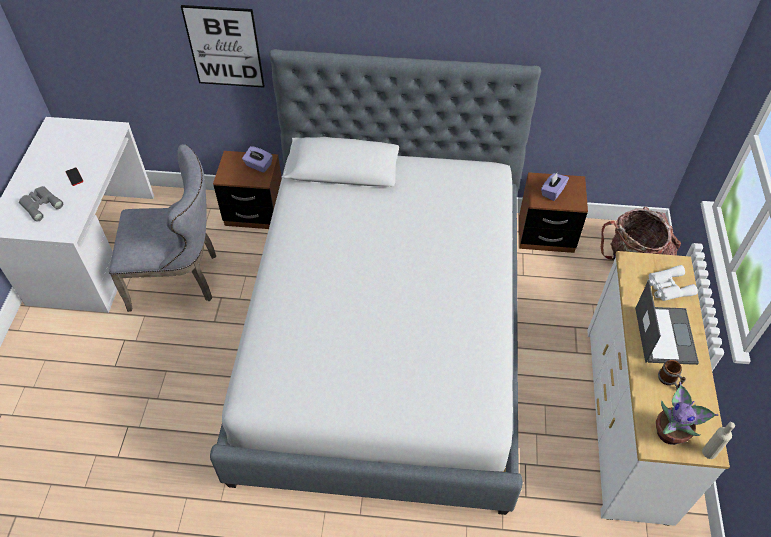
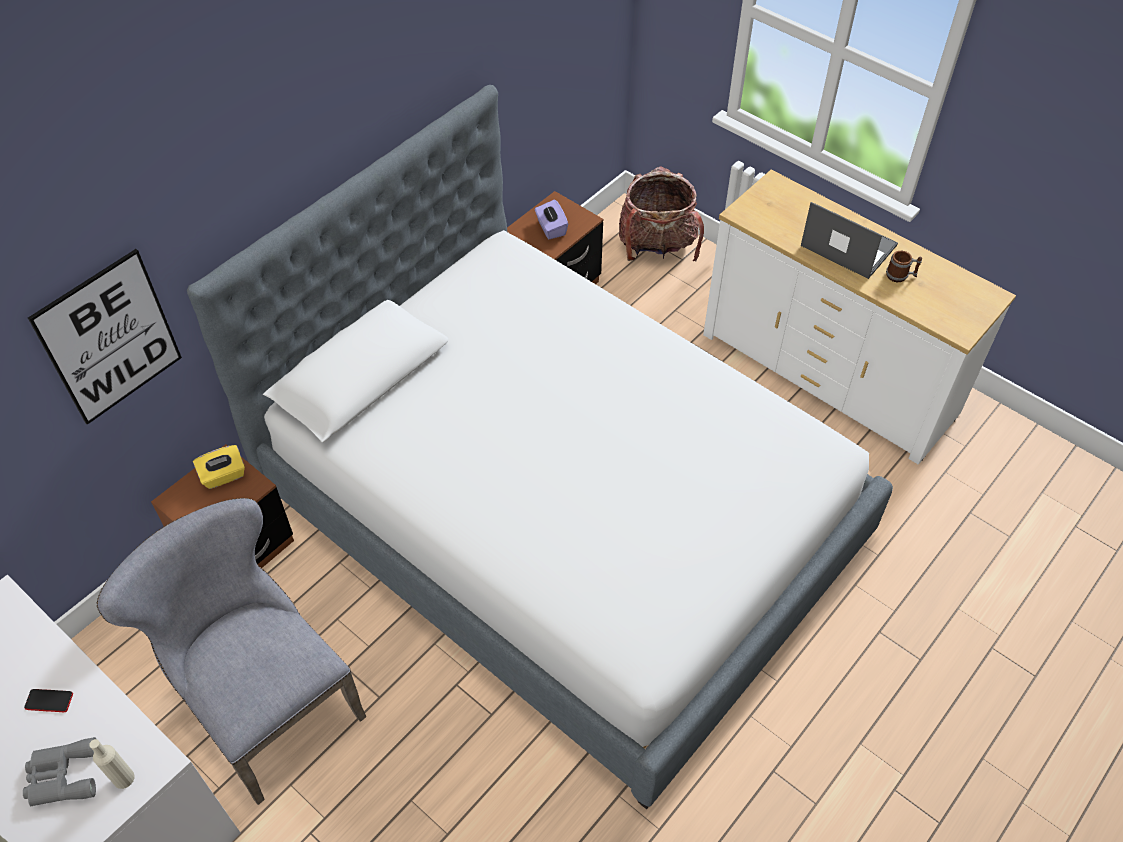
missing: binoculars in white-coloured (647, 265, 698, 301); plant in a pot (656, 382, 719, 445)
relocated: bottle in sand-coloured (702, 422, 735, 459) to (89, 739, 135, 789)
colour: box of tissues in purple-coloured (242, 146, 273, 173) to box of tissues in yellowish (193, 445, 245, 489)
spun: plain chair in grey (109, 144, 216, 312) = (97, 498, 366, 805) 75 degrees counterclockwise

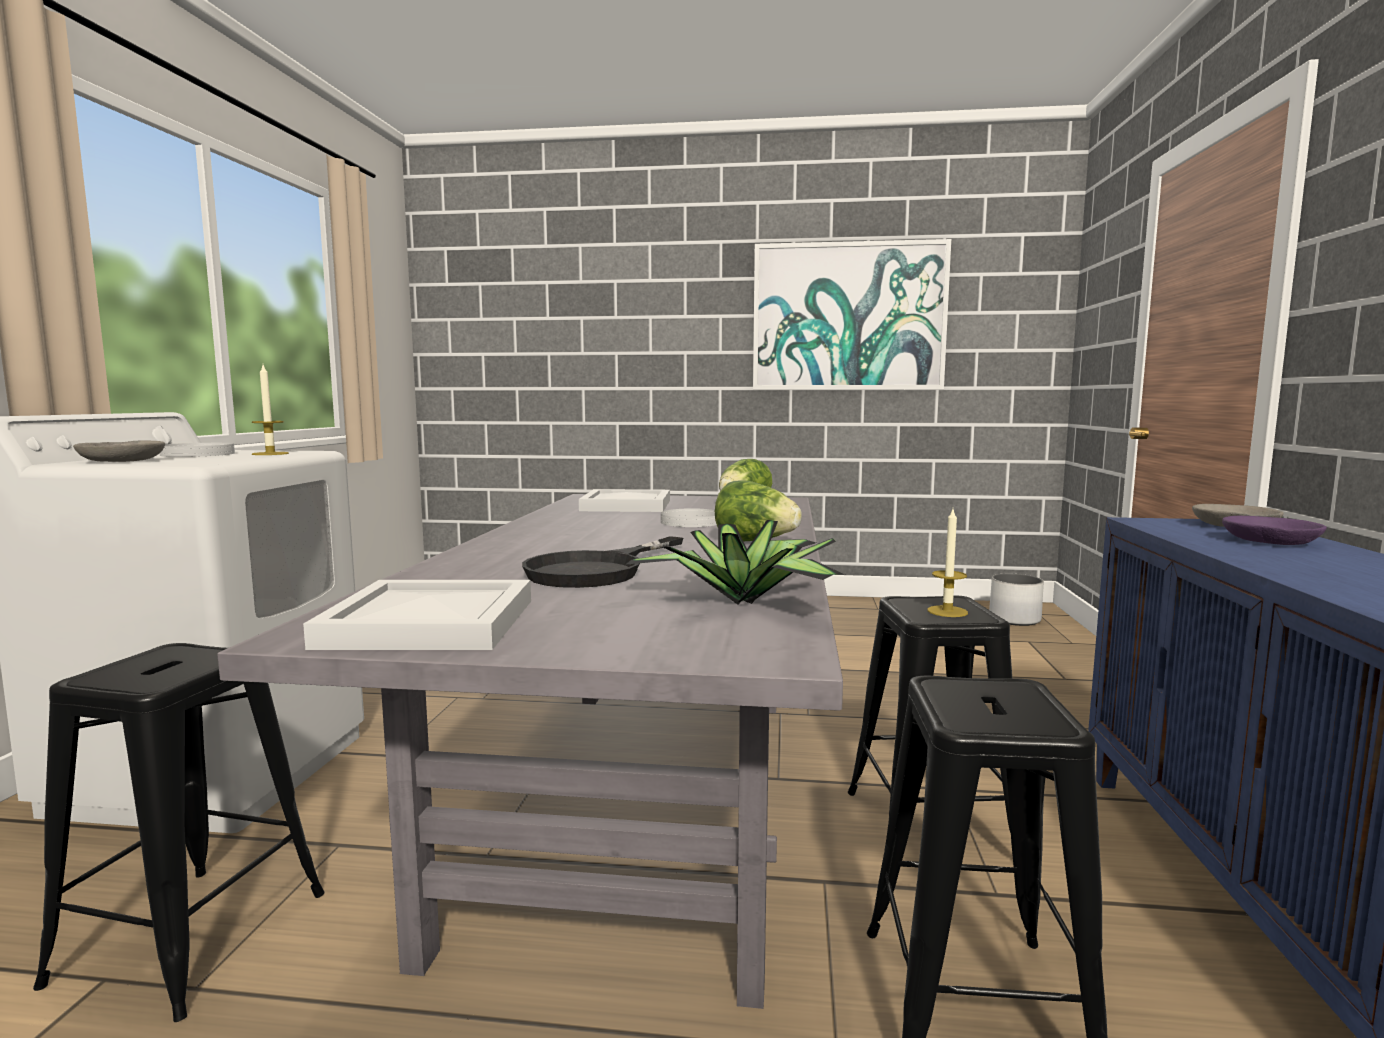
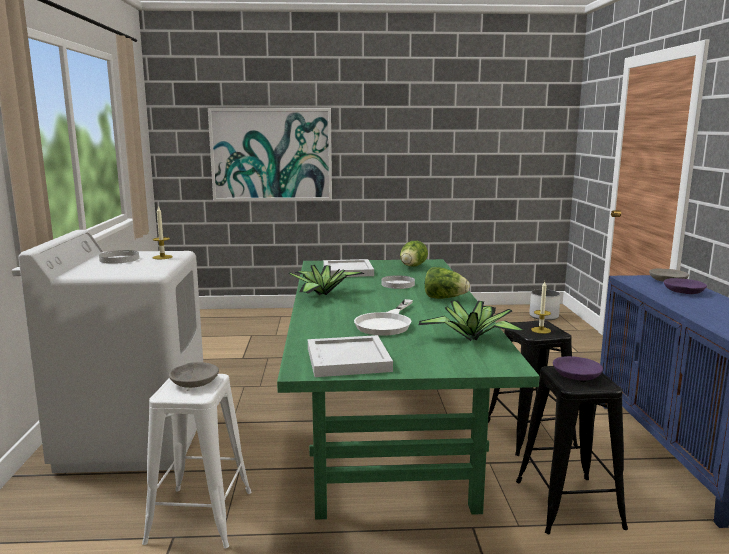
appeared: plant in a pot (288, 265, 364, 295); serving bowl in purple-coloured (553, 356, 603, 380)
relocated: wall art (753, 239, 951, 390) to (208, 108, 332, 201); serving bowl in grey (73, 440, 165, 462) to (169, 362, 219, 388)
colour: kitchen table in grey (217, 494, 843, 1009) to kitchen table in green-coloured (277, 259, 540, 520); skillet in black-coloured (522, 536, 683, 588) to skillet in white-coloured (354, 299, 413, 336); stool seat in black-coloured (33, 643, 325, 1022) to stool seat in white-coloured (142, 374, 251, 548)

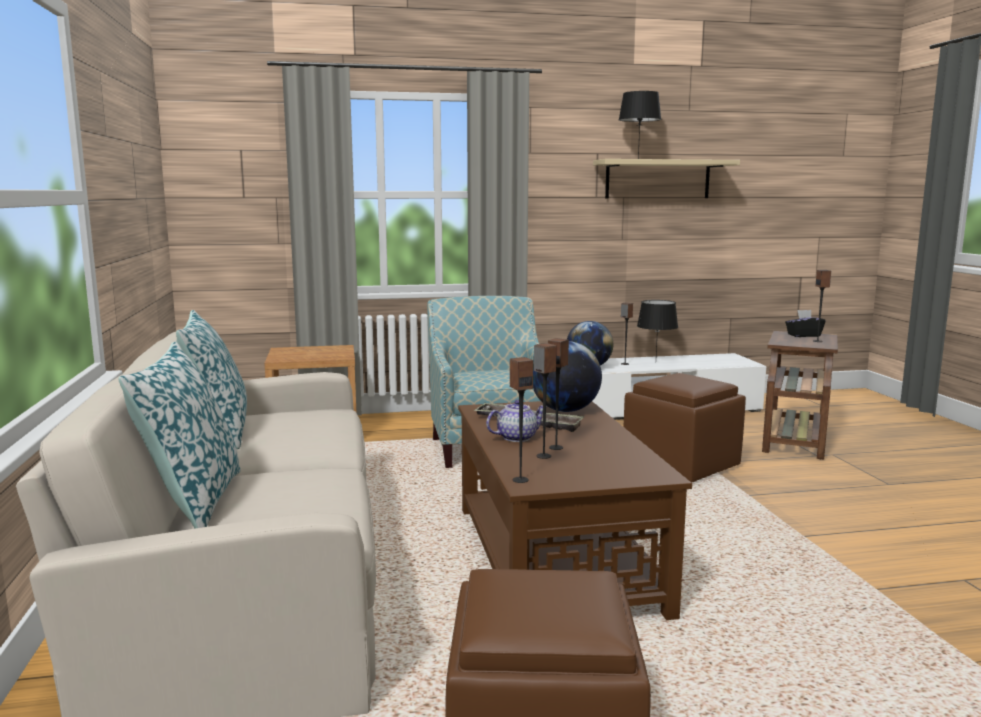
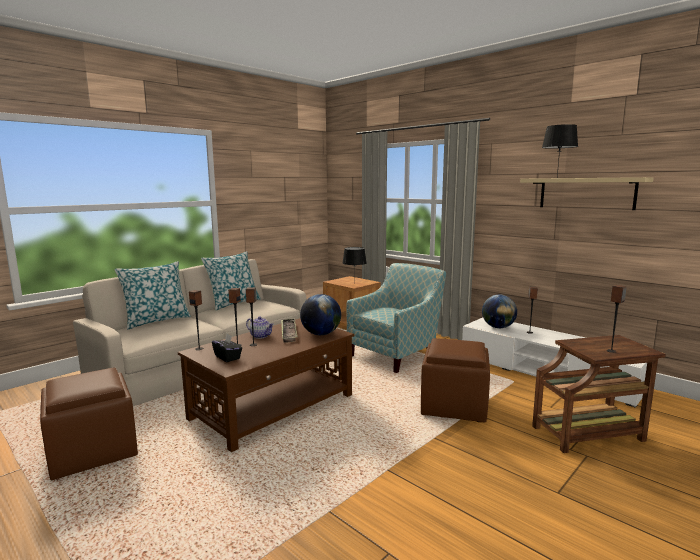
relocated: lamp for a table in black-coloured (637, 300, 678, 355) to (343, 247, 367, 285); box of tissues in black-coloured (785, 310, 826, 337) to (212, 334, 242, 362)

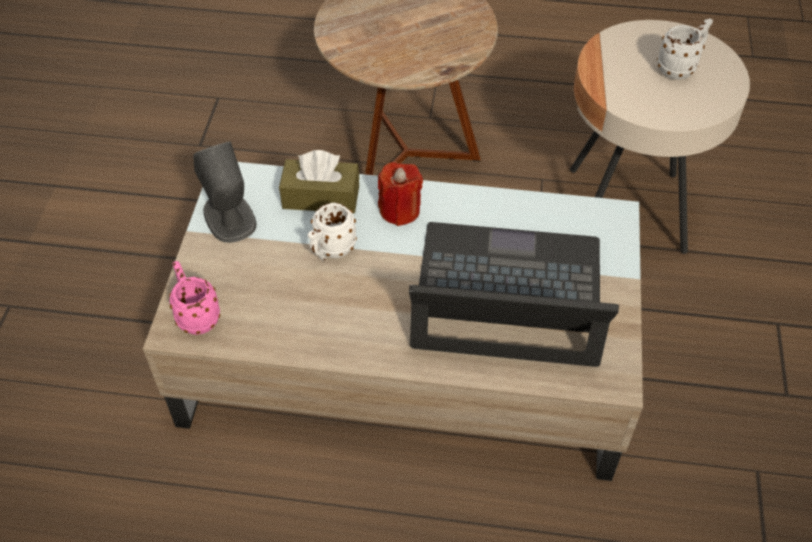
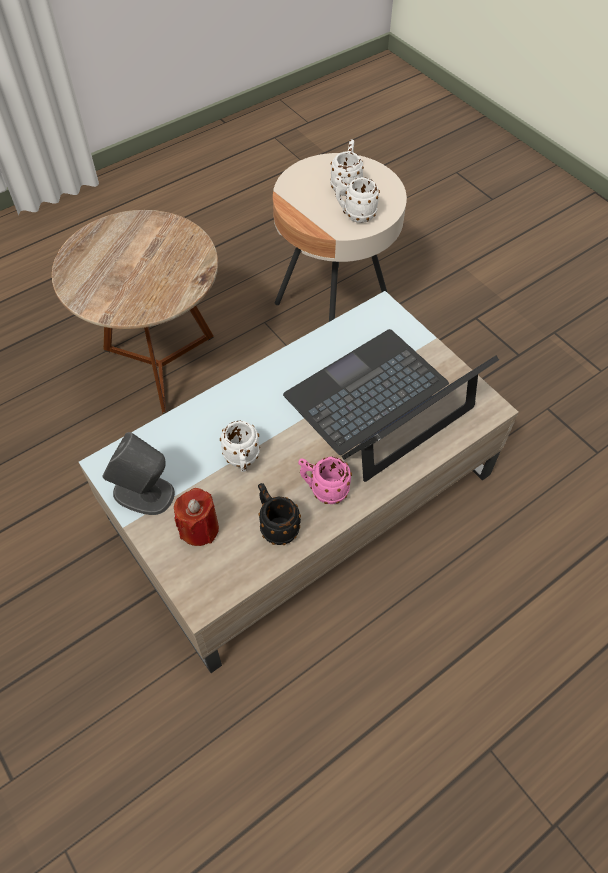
missing: box of tissues in brownish (279, 150, 359, 213)
appeared: tea mug in white-coloured (335, 177, 380, 223); tea mug in black-coloured (258, 483, 301, 545)
relocated: wax candle in red (378, 162, 423, 226) to (174, 488, 219, 546); tea mug in pink-coloured (169, 261, 220, 335) to (298, 457, 352, 504)

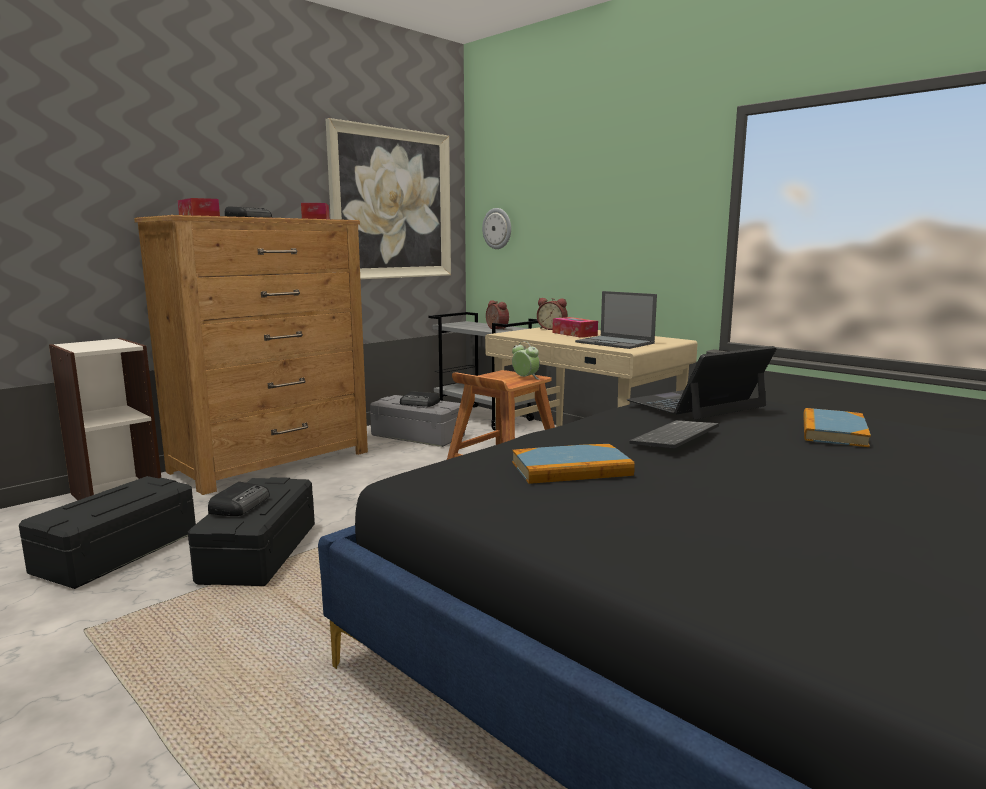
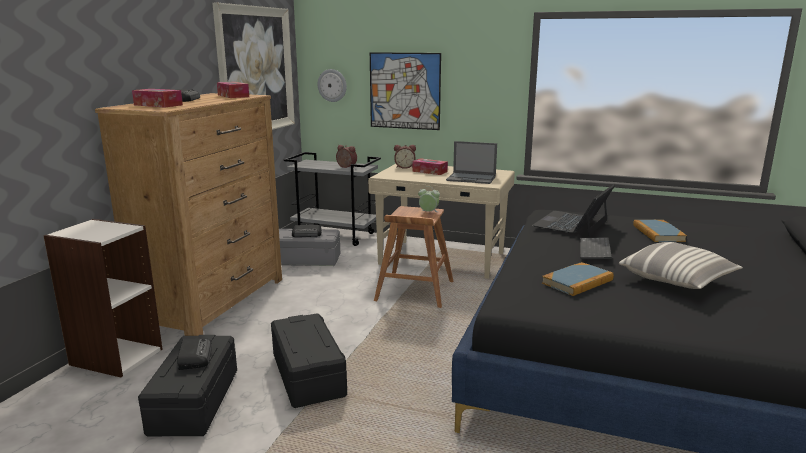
appeared: wall art (370, 52, 441, 130); pillow (619, 242, 743, 289)
relocated: radio set (208, 482, 270, 516) to (177, 338, 212, 370)

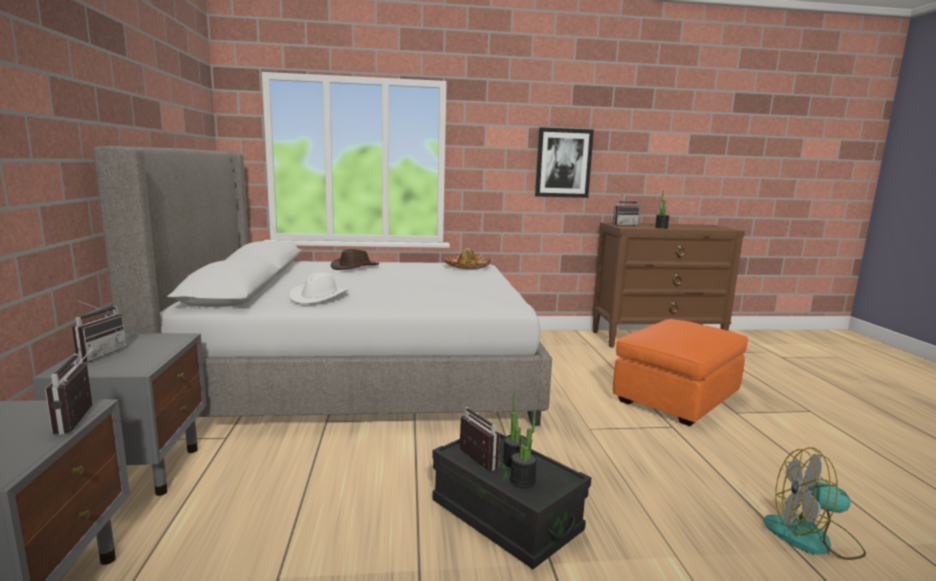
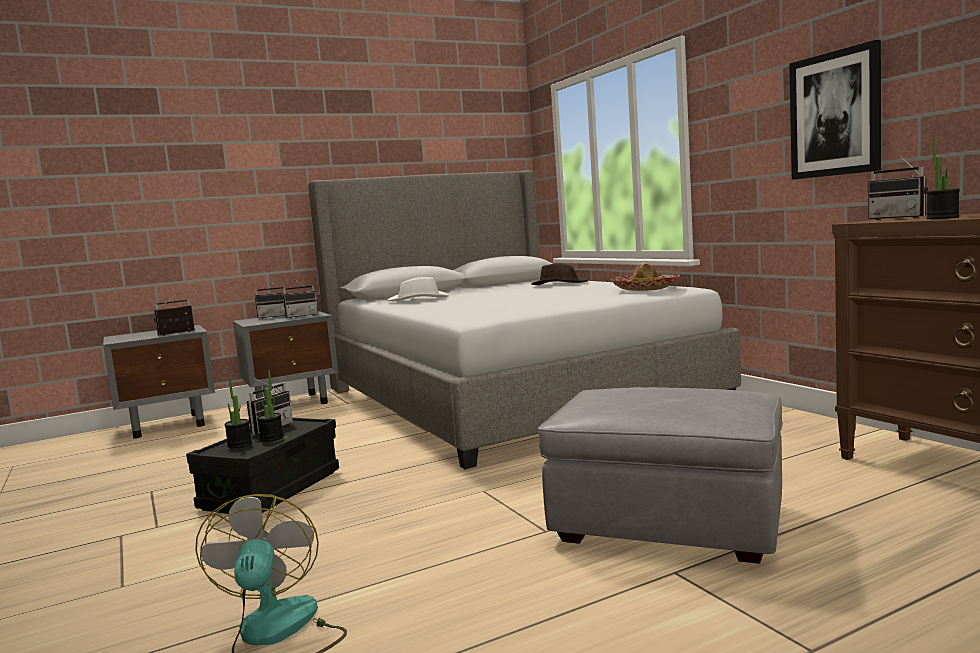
appeared: radio set (283, 279, 318, 318)
colour: ottoman in orange-coloured (613, 319, 748, 426) to ottoman in grey (538, 387, 783, 564)

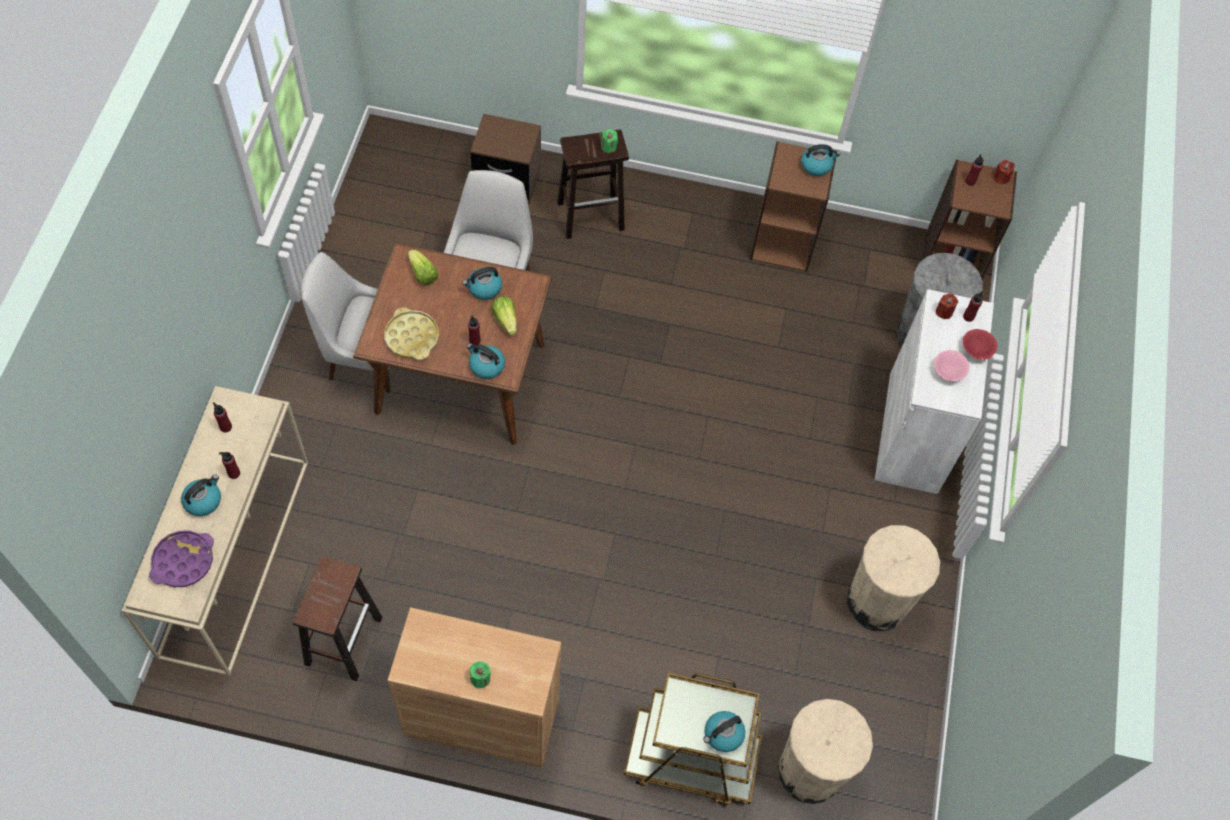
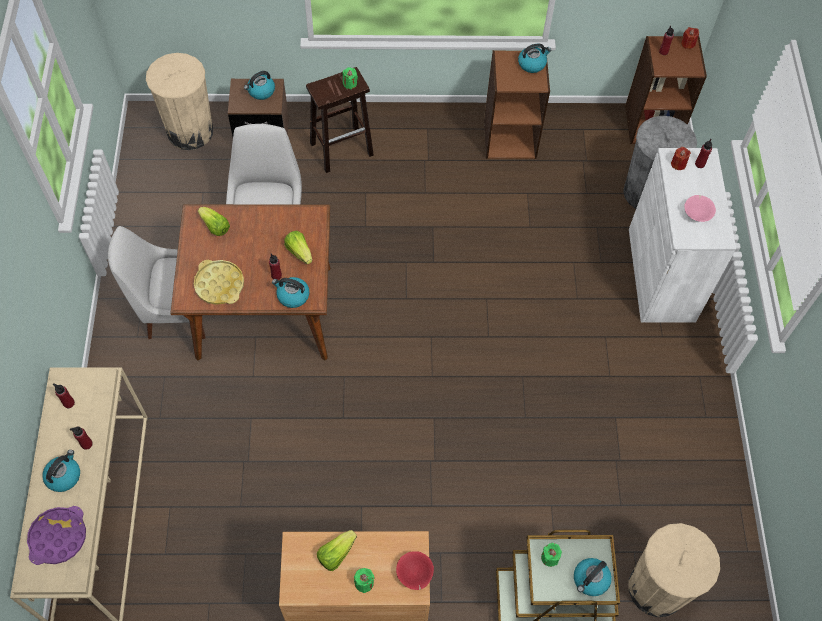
missing: stool seat in brownish (293, 556, 383, 681)
appeared: lettuce (317, 530, 357, 571); wax candle in green-coloured (541, 543, 562, 567)
relocated: tea kettle (463, 267, 502, 300) to (244, 71, 275, 100); serving bowl in red (963, 329, 997, 360) to (396, 551, 434, 590); trash can in sand-coloured (847, 525, 940, 632) to (146, 53, 213, 150)

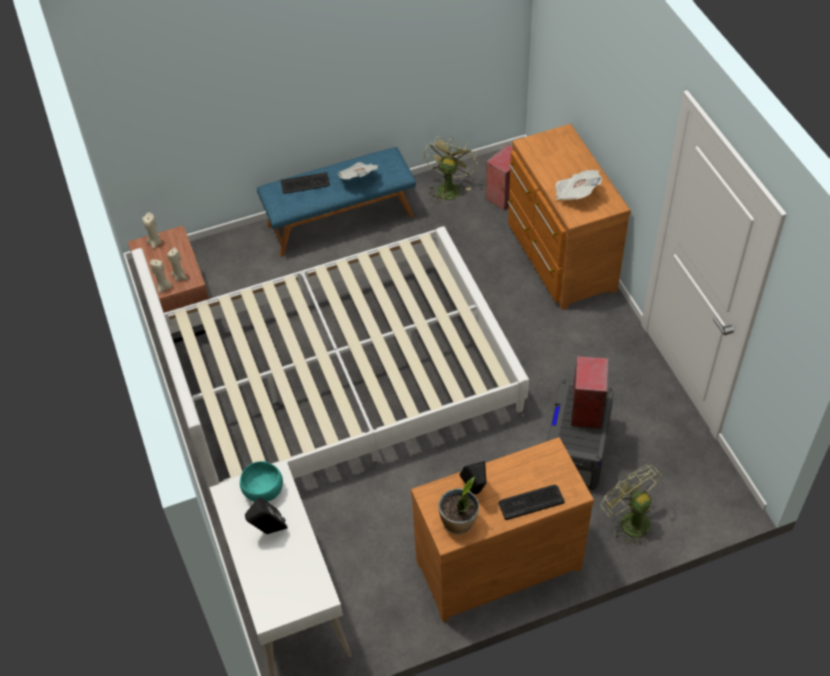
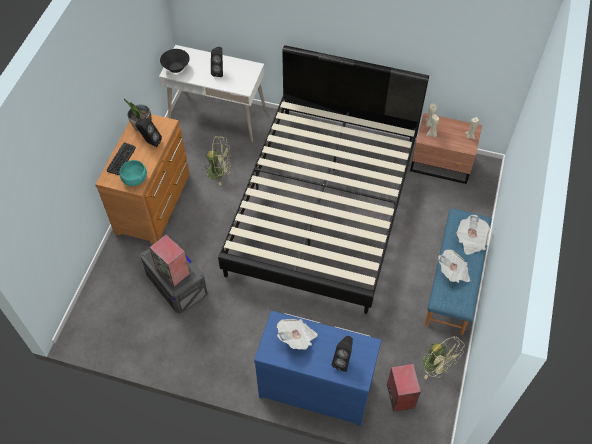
appeared: serving bowl in black-coloured (160, 49, 190, 73); audio speaker in black-coloured (332, 336, 353, 372)
relocated: serving bowl in blue-green (240, 461, 283, 502) to (120, 160, 147, 186); fan in green-coloured (601, 465, 661, 546) to (204, 136, 231, 185)
exchanged: computer keyboard (281, 172, 330, 194) to printed paper (456, 215, 490, 255)
colour: drawer chest in brownish (508, 124, 631, 310) to drawer chest in bluish (254, 310, 382, 426); bedroom bed in white-coloured (131, 226, 529, 505) to bedroom bed in black-coloured (218, 45, 429, 314)

